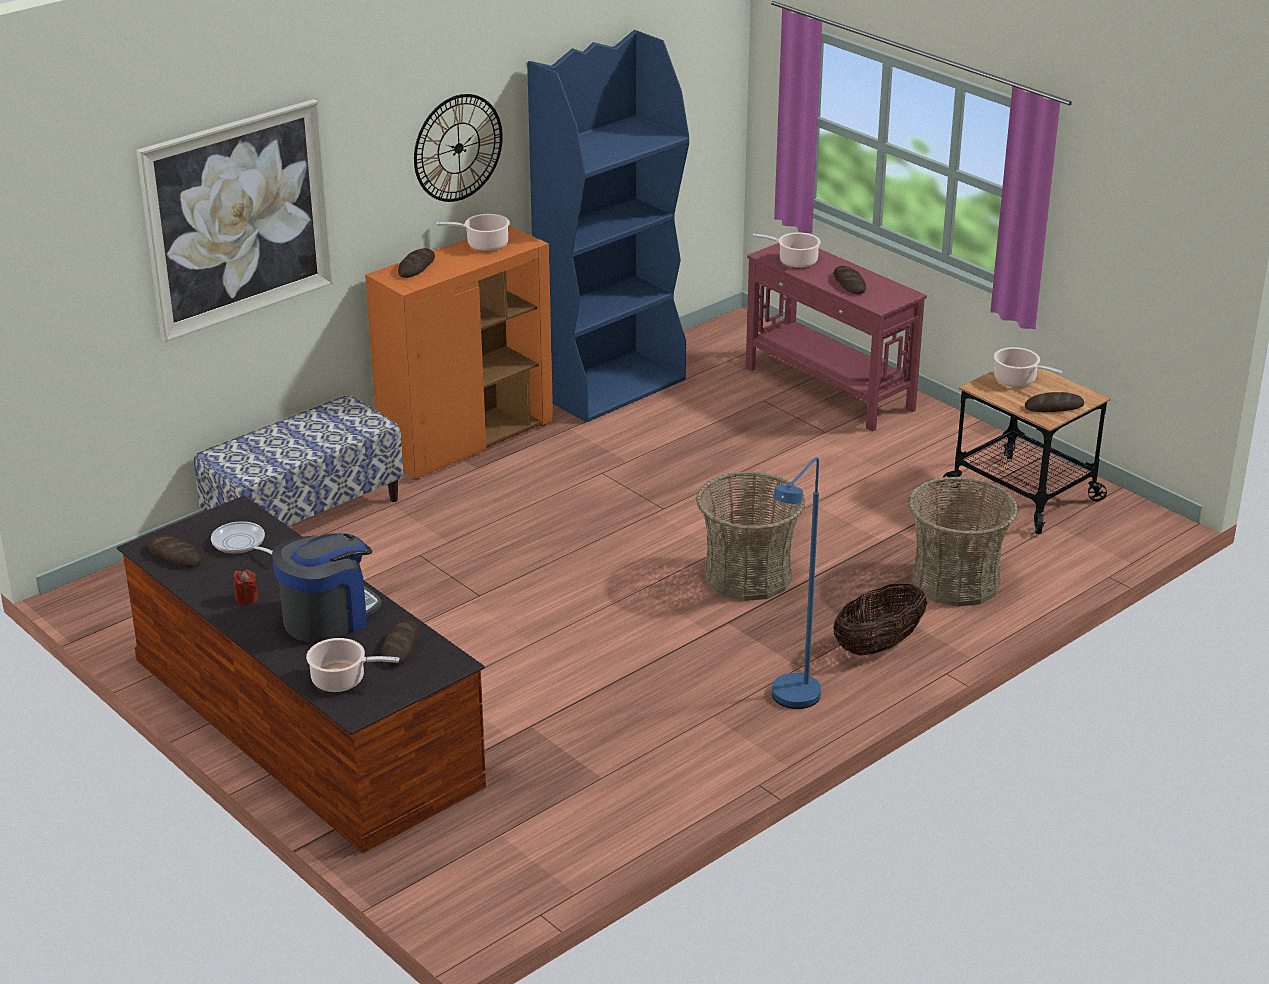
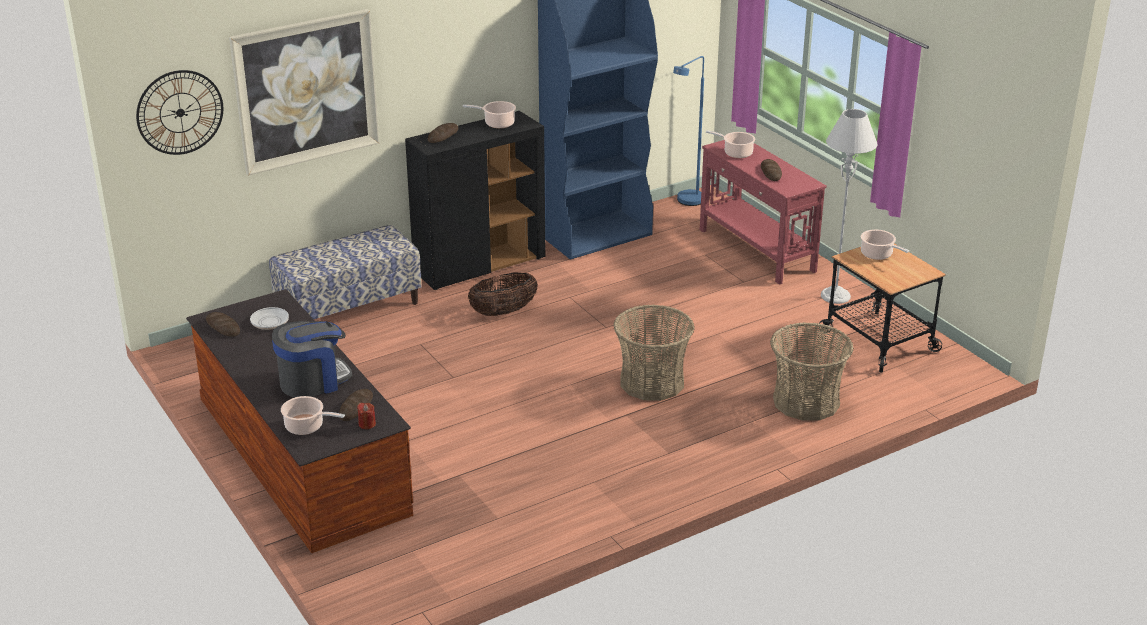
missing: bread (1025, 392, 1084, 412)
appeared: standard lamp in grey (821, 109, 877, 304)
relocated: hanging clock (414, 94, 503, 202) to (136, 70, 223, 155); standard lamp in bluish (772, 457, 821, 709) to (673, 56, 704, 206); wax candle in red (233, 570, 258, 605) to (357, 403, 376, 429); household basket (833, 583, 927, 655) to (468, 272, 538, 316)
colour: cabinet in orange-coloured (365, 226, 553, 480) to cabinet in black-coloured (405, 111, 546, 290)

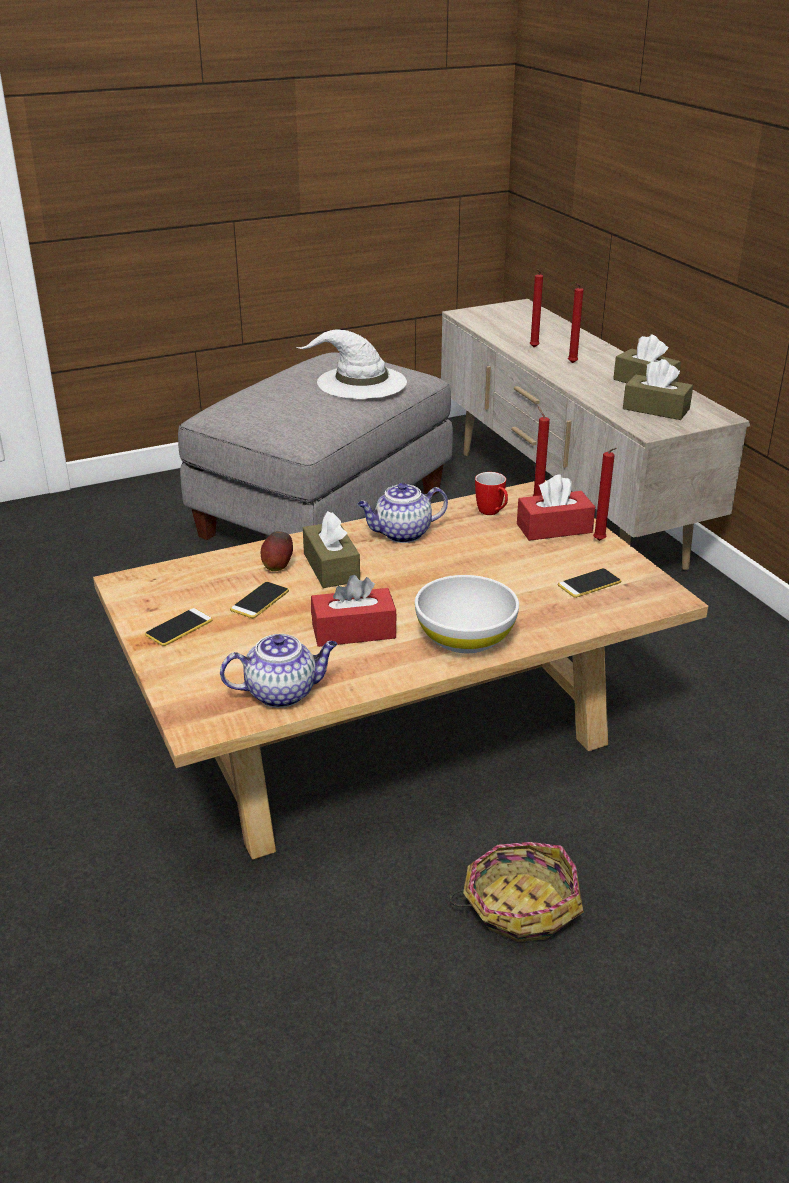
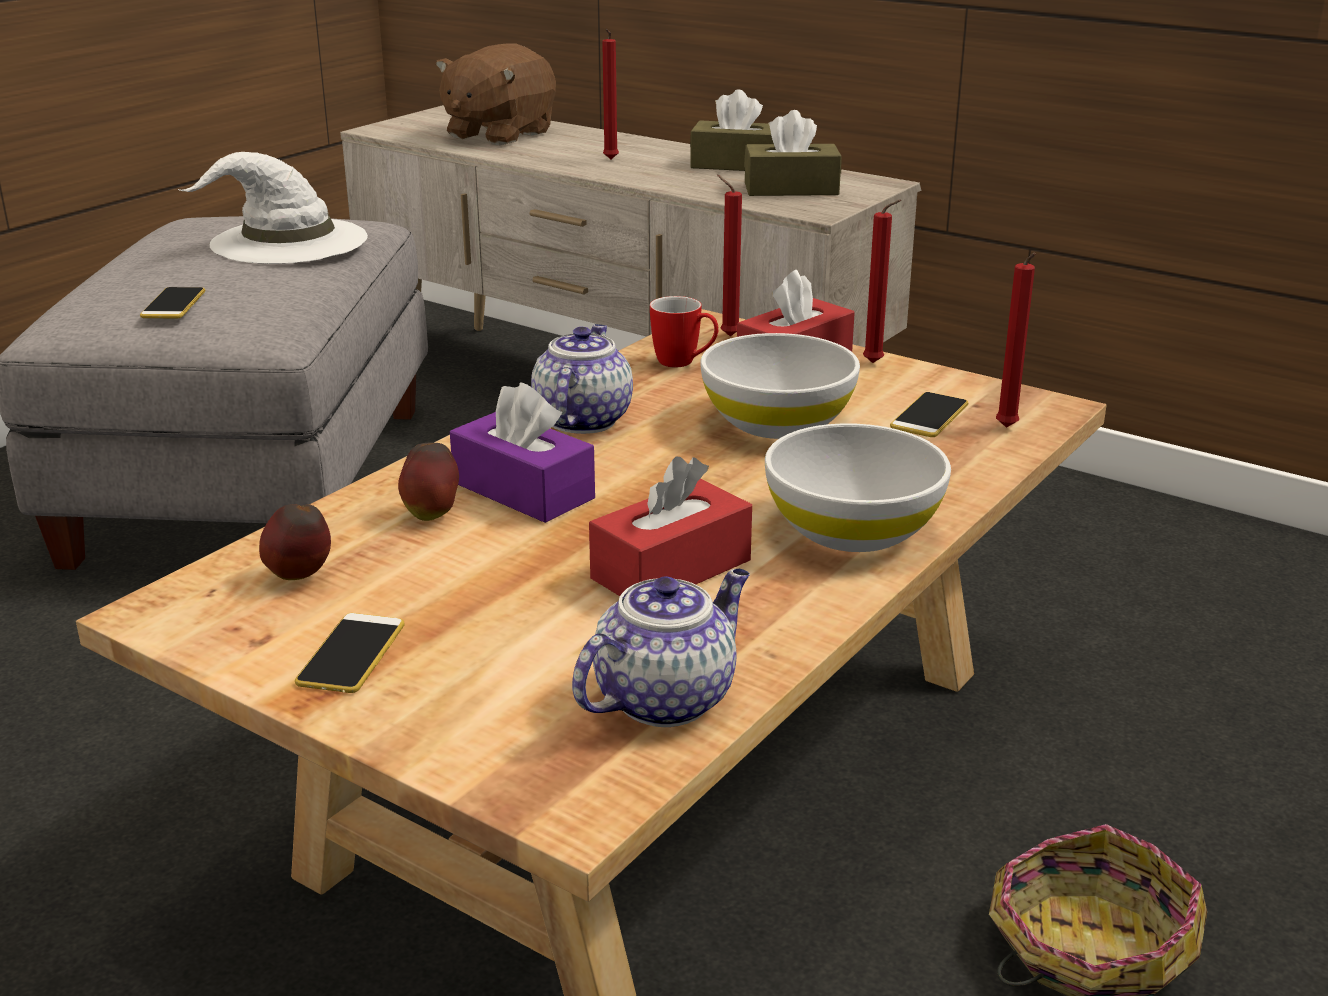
appeared: cuddly toy in brownish (436, 43, 556, 145); serving bowl in white-coloured (700, 333, 860, 439); apple (259, 504, 331, 580)
relocated: wax candle in red (529, 269, 543, 347) to (996, 253, 1036, 428); telephone (230, 582, 289, 618) to (140, 287, 205, 318)
colour: box of tissues in brownish (303, 511, 360, 588) to box of tissues in purple-coloured (450, 383, 595, 523)
spun: tea pot (357, 483, 448, 543) = (531, 324, 633, 434) 150 degrees clockwise

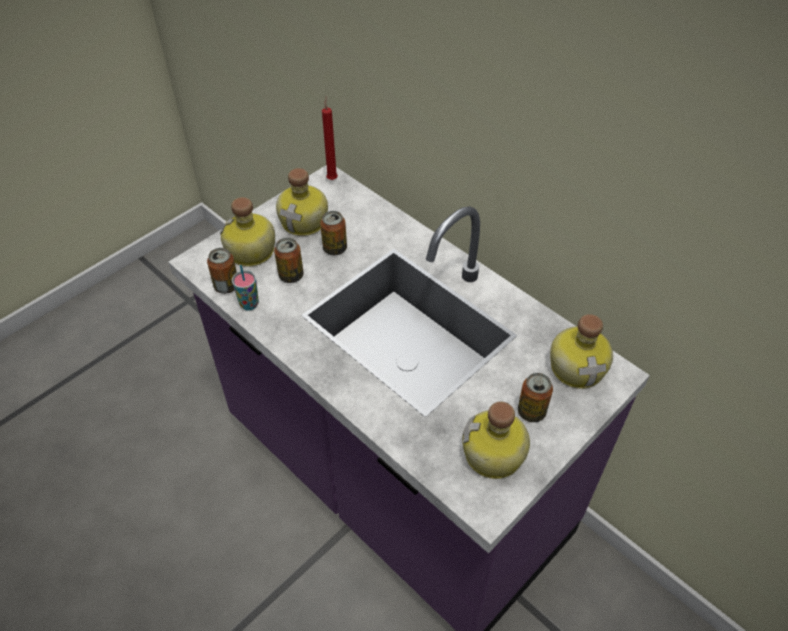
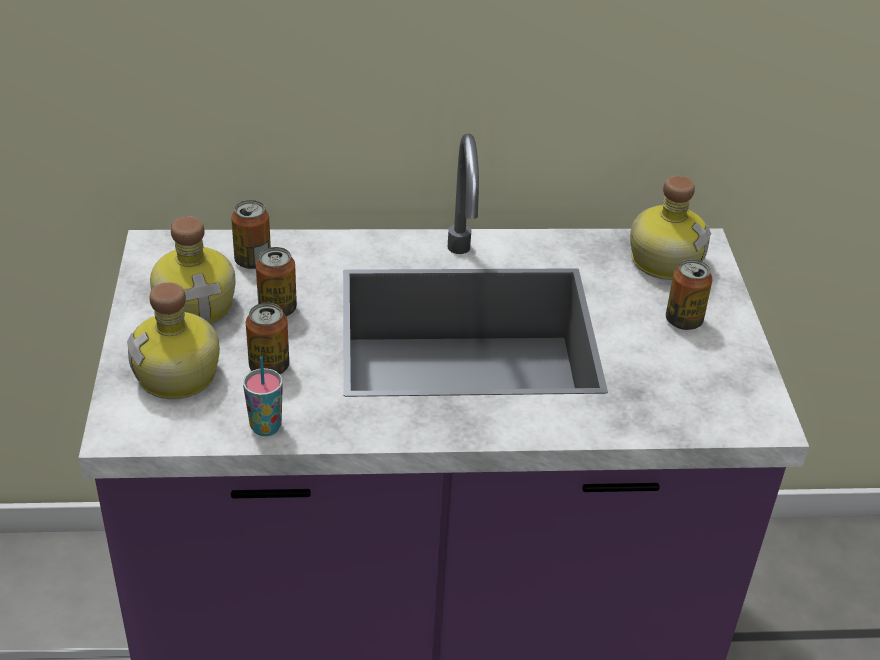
missing: wax candle in red (322, 96, 338, 180); bottle (462, 402, 530, 479)
relocated: metal can (207, 248, 237, 294) to (231, 200, 271, 269)

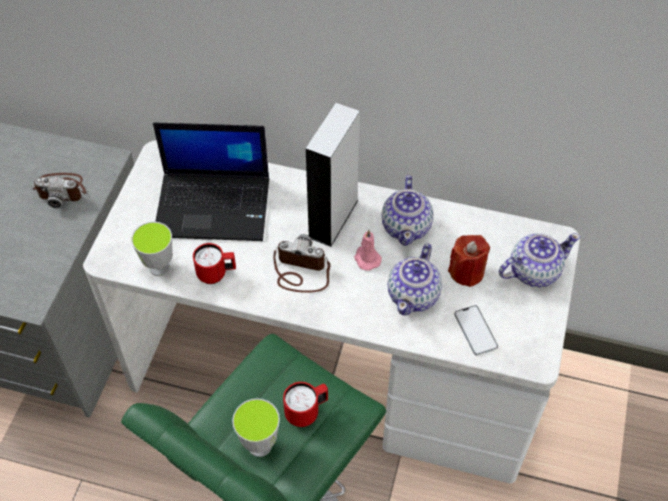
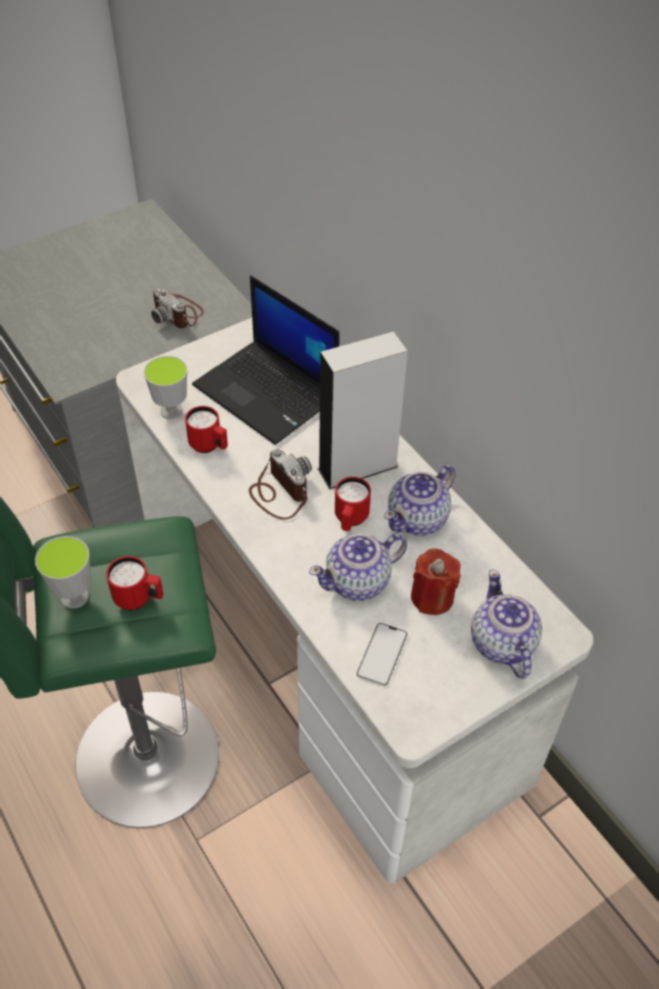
exchanged: wax candle in pink-coloured (354, 230, 382, 271) to tea mug in red (335, 477, 371, 531)
spun: tea pot (499, 233, 580, 287) = (471, 569, 542, 679) 120 degrees counterclockwise

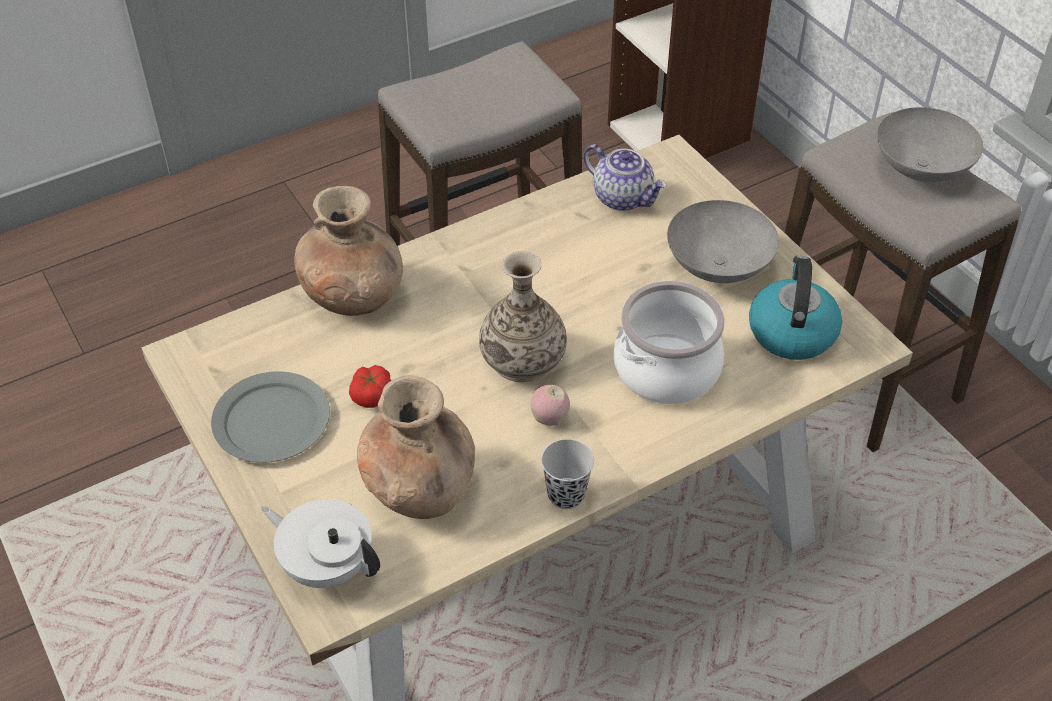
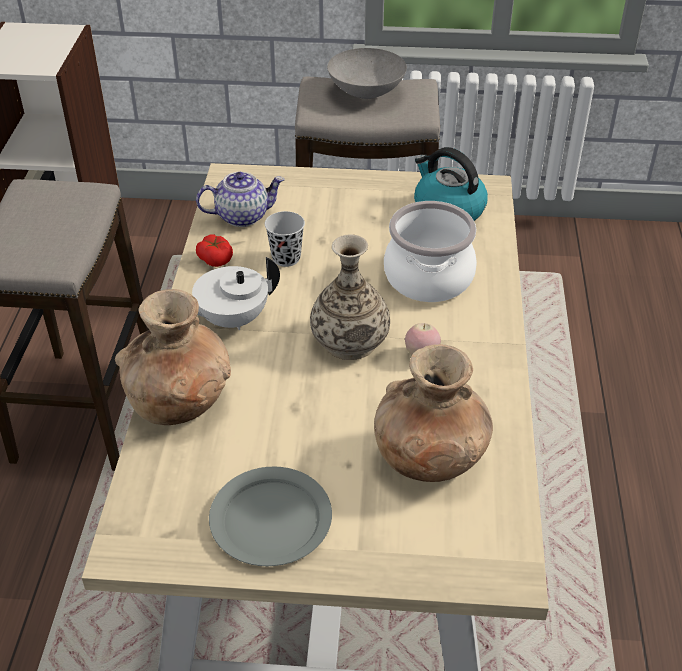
missing: serving bowl in grey (667, 200, 779, 283)
relocated: tomato (349, 365, 391, 408) to (196, 234, 233, 267); small cup in black-coloured (541, 439, 594, 509) to (265, 211, 305, 267); tea pot in white-coloured (261, 499, 380, 588) to (192, 257, 280, 330)

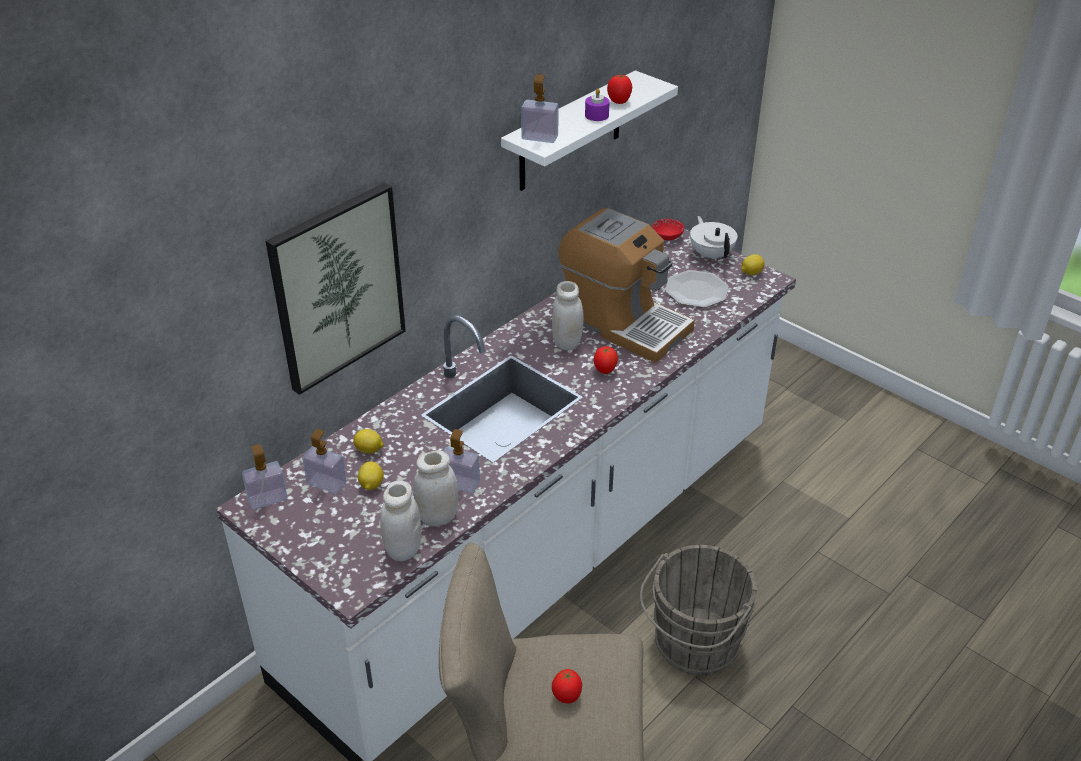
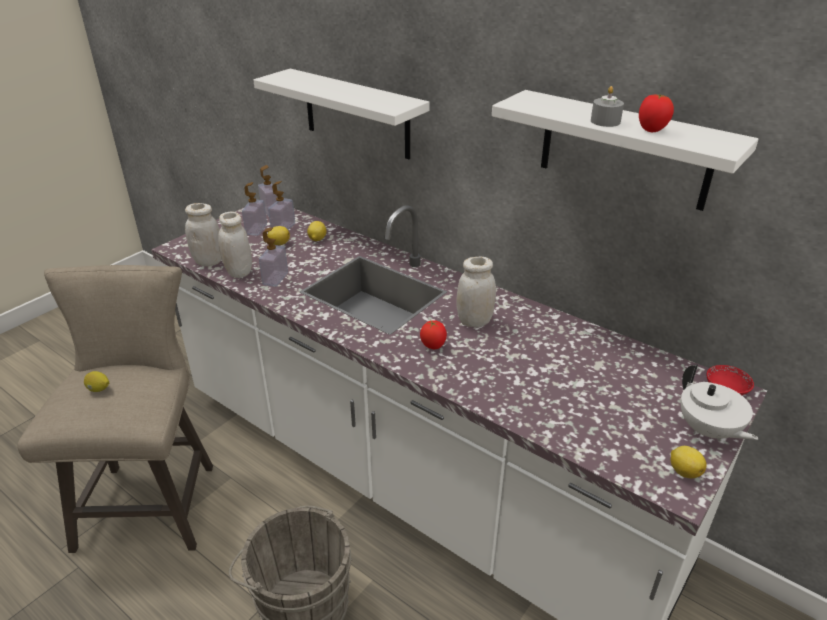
missing: coffee brewer (558, 208, 695, 363); plate (665, 270, 729, 308)
relocated: soap dispenser (521, 74, 559, 143) to (242, 182, 267, 236)
exchanged: wall art (266, 183, 406, 395) to bracket shelf in white-coloured (253, 69, 430, 159); tomato (552, 669, 582, 703) to citrus fruit (84, 371, 109, 392)
colour: wax candle in purple-coloured (585, 89, 610, 121) to wax candle in grey (591, 86, 624, 127)
spun: tea pot in white-coloured (690, 216, 738, 261) = (681, 365, 758, 442) 90 degrees clockwise

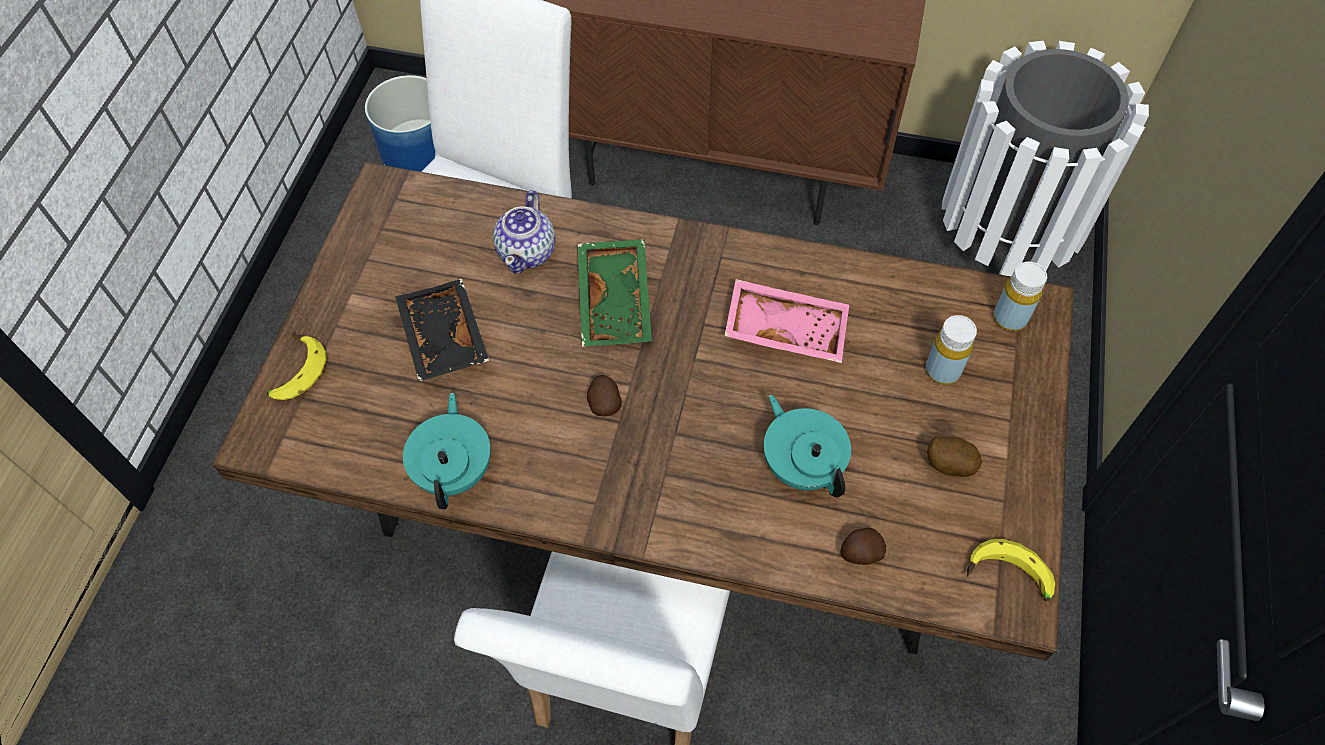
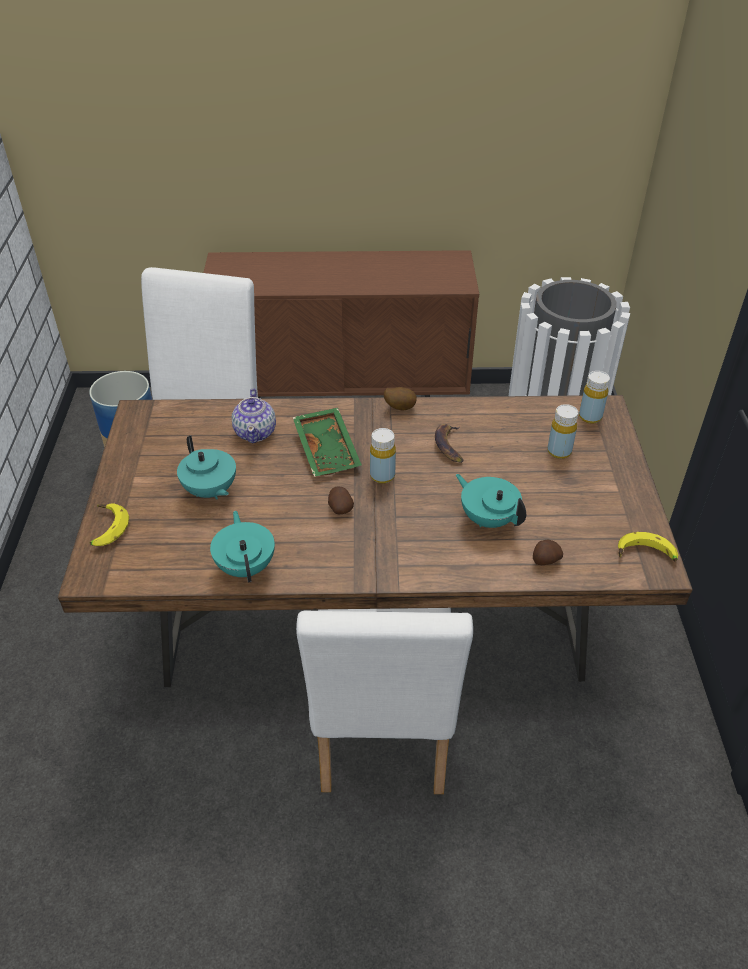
appeared: bottle in yellowish (370, 428, 396, 484)
relocated: whole potato (927, 437, 982, 477) to (384, 387, 417, 411)
exchanged: carrying tray in black-coloured (395, 279, 489, 381) to tea pot in blue-green (177, 435, 236, 500); carrying tray in pink-coloured (724, 279, 849, 363) to banana (435, 424, 464, 463)

